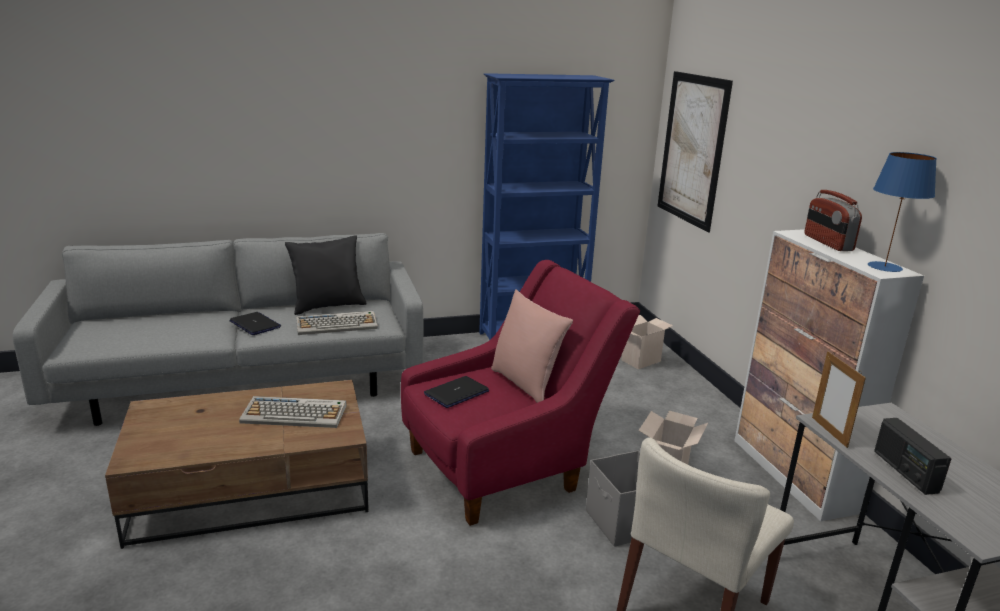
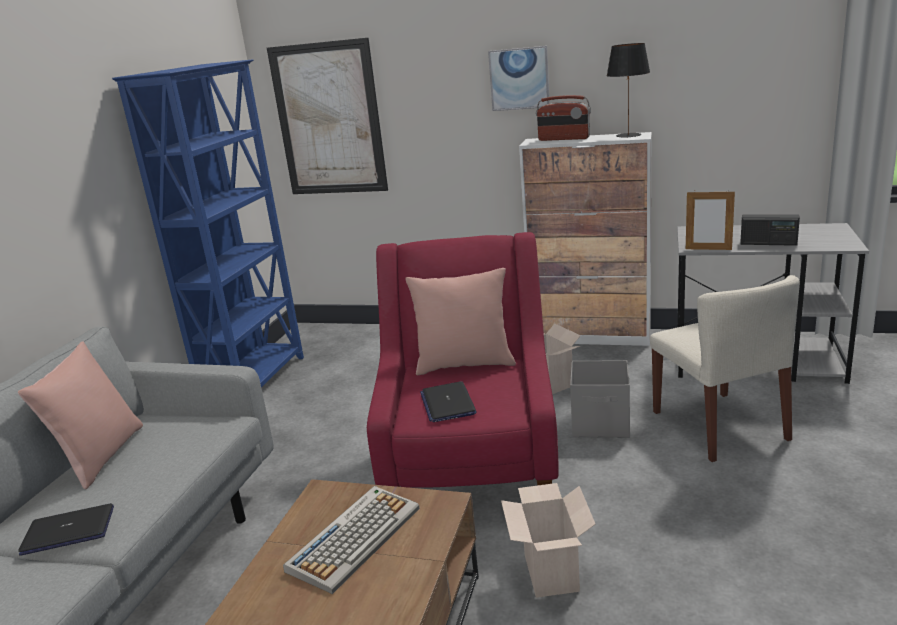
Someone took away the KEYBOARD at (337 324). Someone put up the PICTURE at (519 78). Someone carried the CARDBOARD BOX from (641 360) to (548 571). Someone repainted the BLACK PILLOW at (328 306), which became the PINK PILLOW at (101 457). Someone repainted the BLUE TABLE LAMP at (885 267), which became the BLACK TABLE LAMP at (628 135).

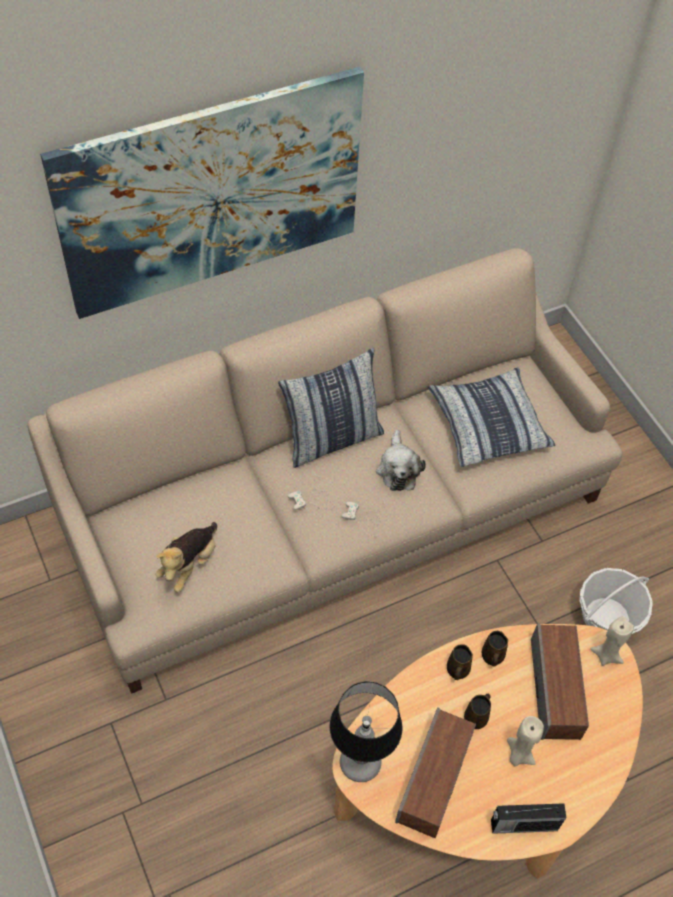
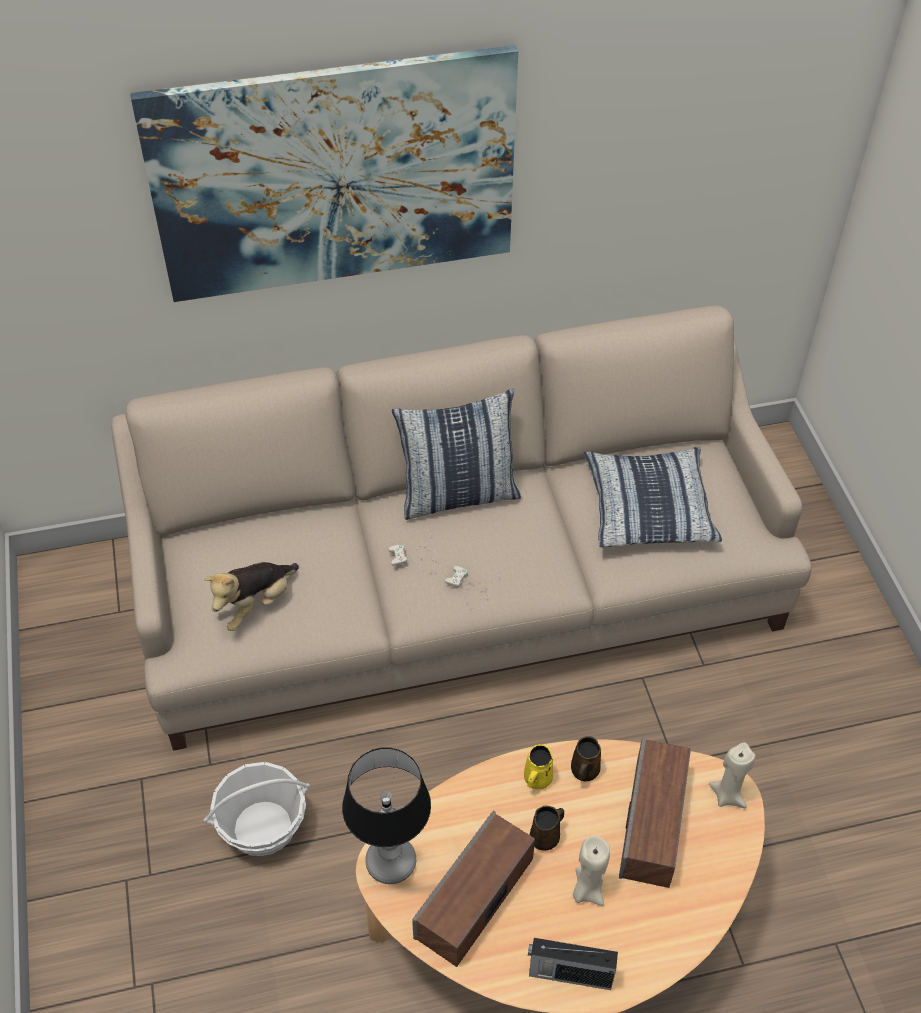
Someone took away the PLUSH TOY at (398 469). Someone carried the BASKET from (607 618) to (263 828). Someone repainted the BROWN MUG at (457 671), which became the YELLOW MUG at (537 779).

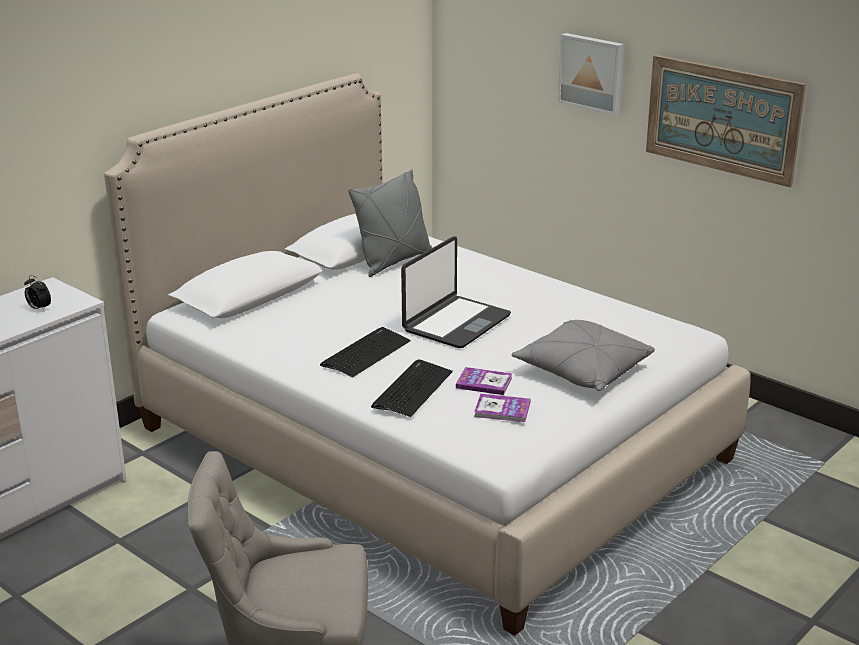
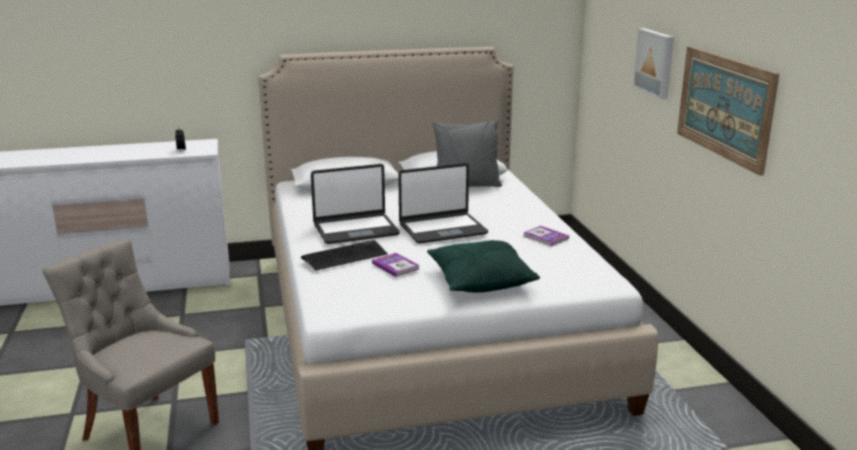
Someone carried the BOOK from (502 410) to (545 237). Someone swapped the KEYBOARD at (366 353) for the LAPTOP at (355 230). Someone repainted the GREY PILLOW at (582 371), which became the GREEN PILLOW at (480 280).

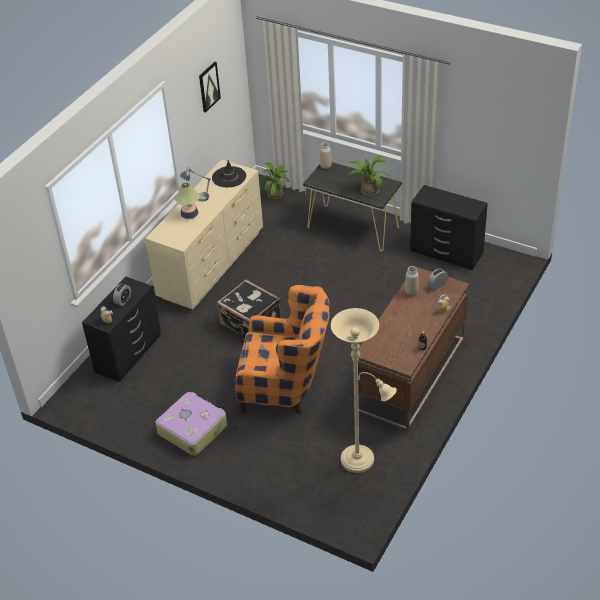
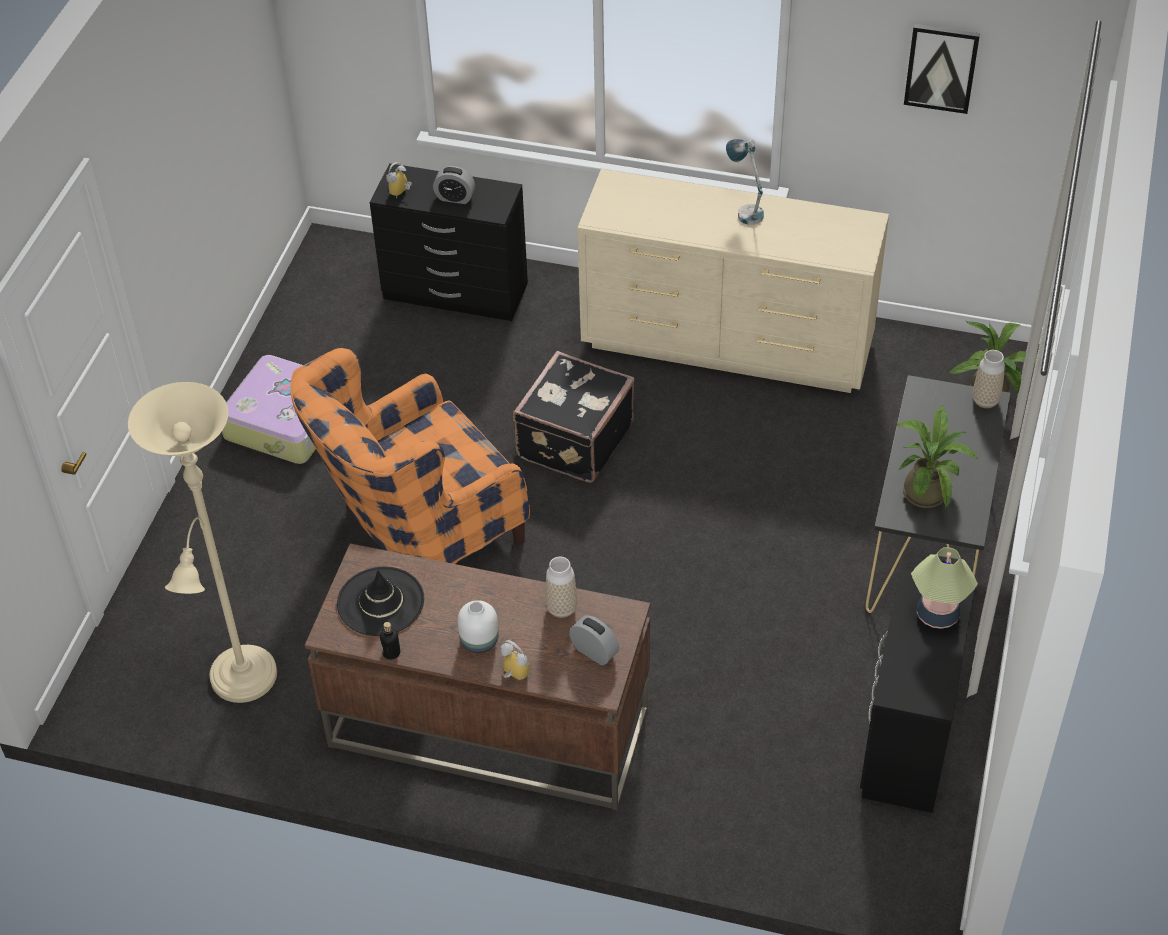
Someone put down the WHITE VASE at (480 642). Someone carried the TABLE LAMP from (189 215) to (937 613). Someone carried the BLACK HAT from (229 177) to (380 602). Someone rotated the ORANGE ARMCHAIR at (286 386) by 60 degrees clockwise.

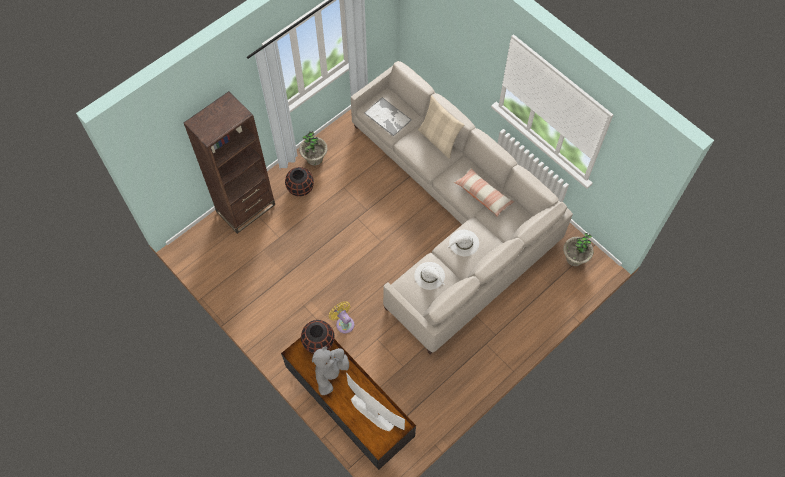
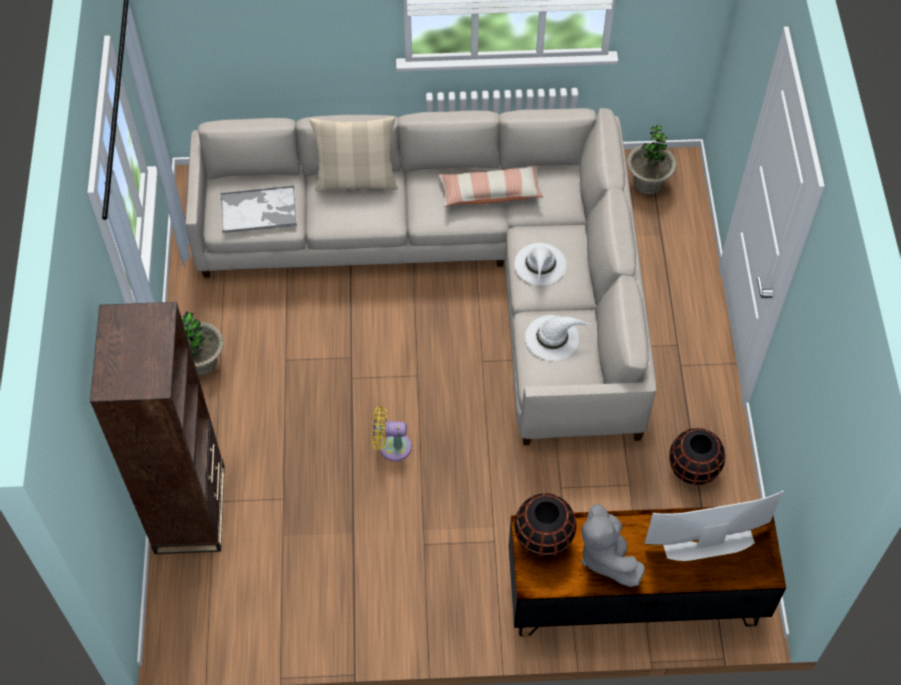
Someone carried the BLACK VASE from (300 188) to (693 468). Someone carried the YELLOW FAN from (344 323) to (391 446).

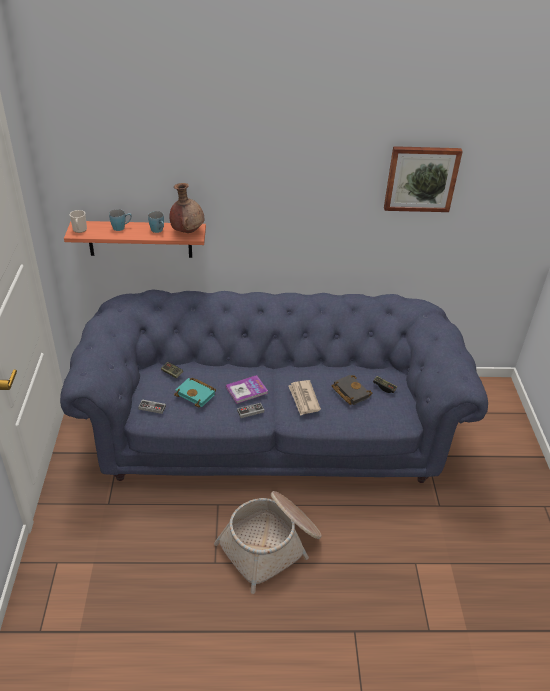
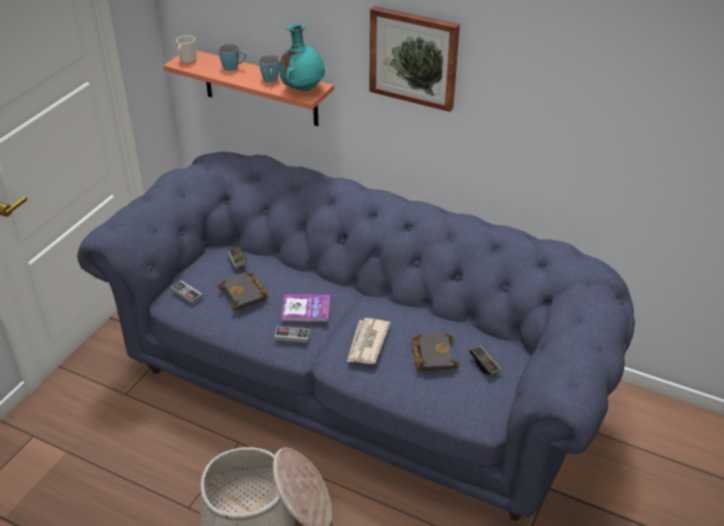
Someone carried the PICTURE from (421 178) to (414 57). Someone repainted the BROWN VASE at (187 231), which became the TURQUOISE VASE at (303 89). Someone repainted the TURQUOISE BOOK at (197 394), which became the BLACK BOOK at (245 294).

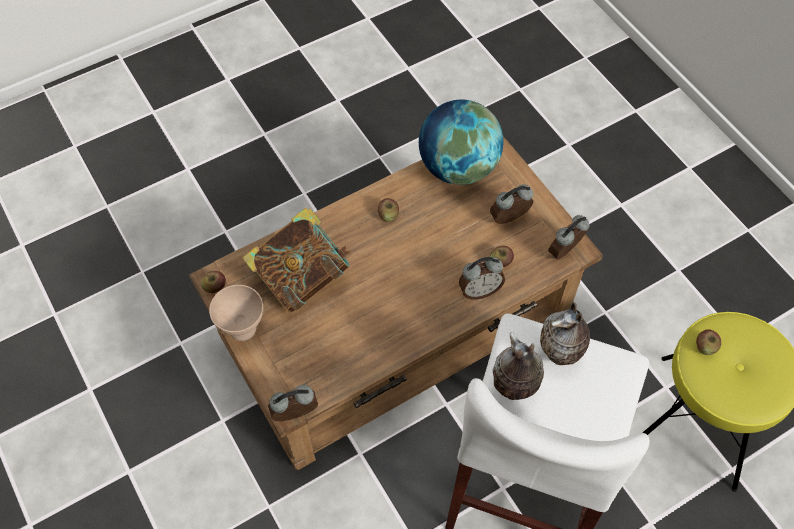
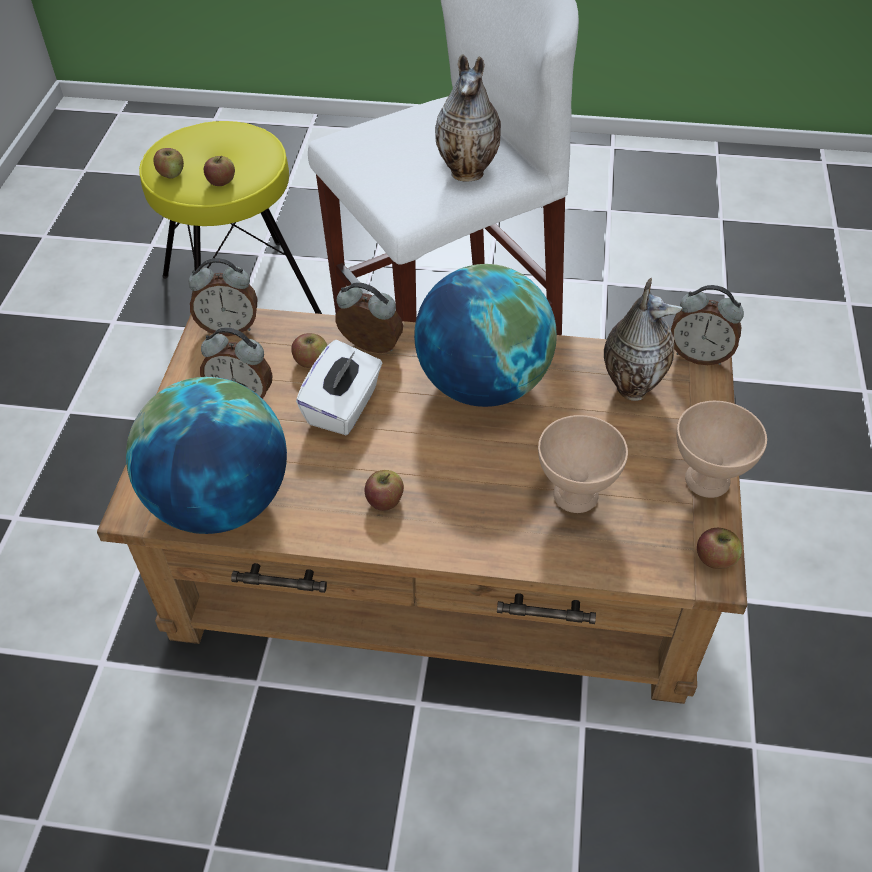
Someone put down the APPLE at (171 173). Someone put down the WHITE TISSUE BOX at (343 407). Someone put down the GLOBE at (483 384). Someone carried the VASE from (560 354) to (631 386). Someone swapped the BOOK at (301 276) for the BEIGE BOWL at (577 496).

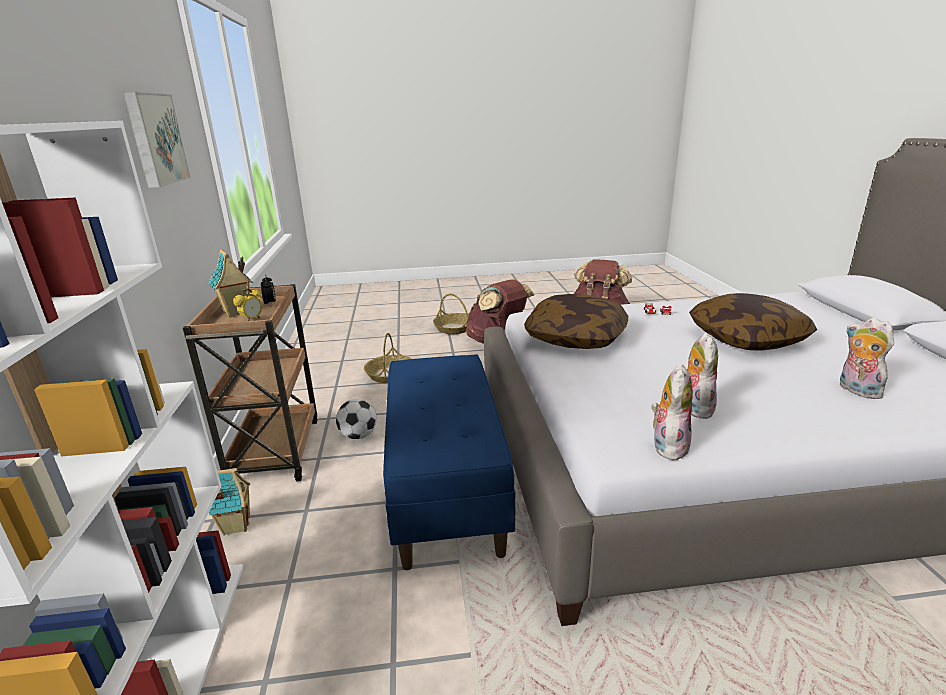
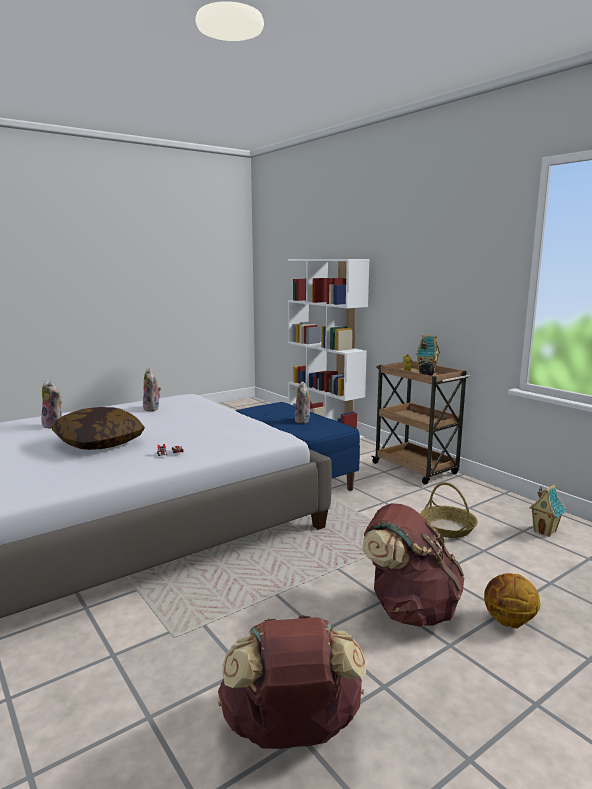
Someone took away the PICTURE at (154 139). Someone took away the FOOTBALL at (358 436). Someone took away the PILLOW at (576 337). Someone carried the TOY HOUSE from (235 526) to (545 531). Someone carried the PLUSH TOY from (668 445) to (303 421). Someone swapped the BASKET at (454 328) for the BASKETBALL at (508 621).

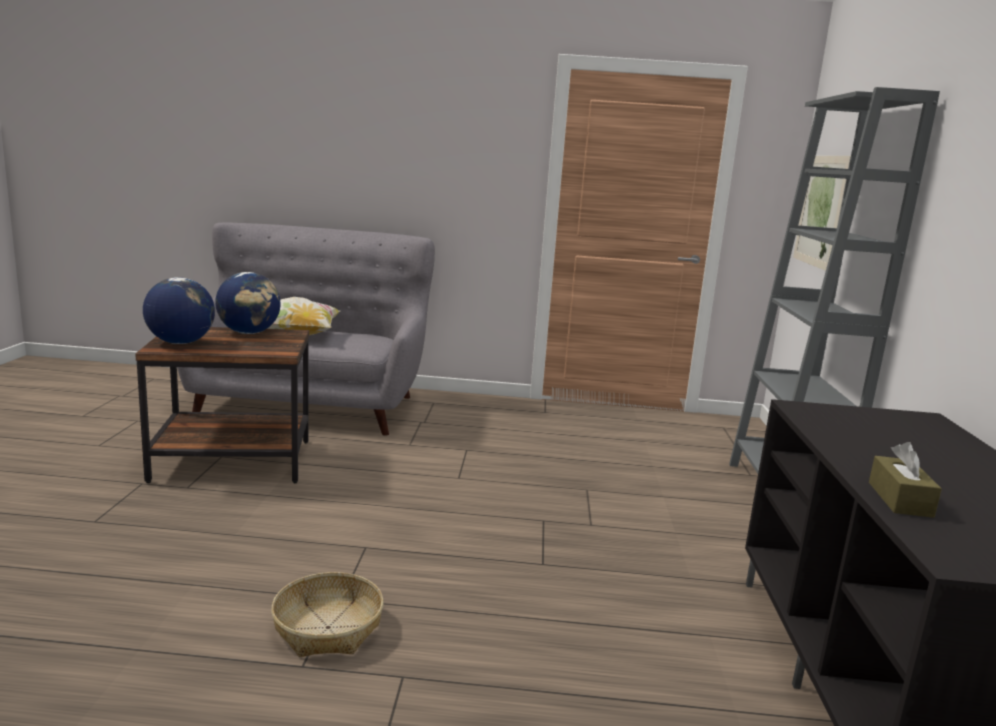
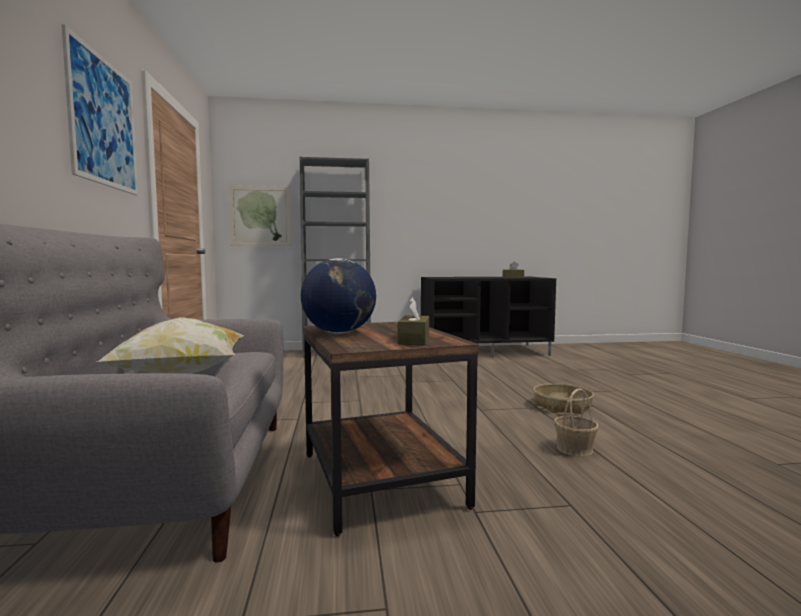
Someone put up the PICTURE at (103 122). Someone put down the BASKET at (574 449). Someone swapped the GLOBE at (180 342) for the BROWN TISSUE BOX at (414 340).

